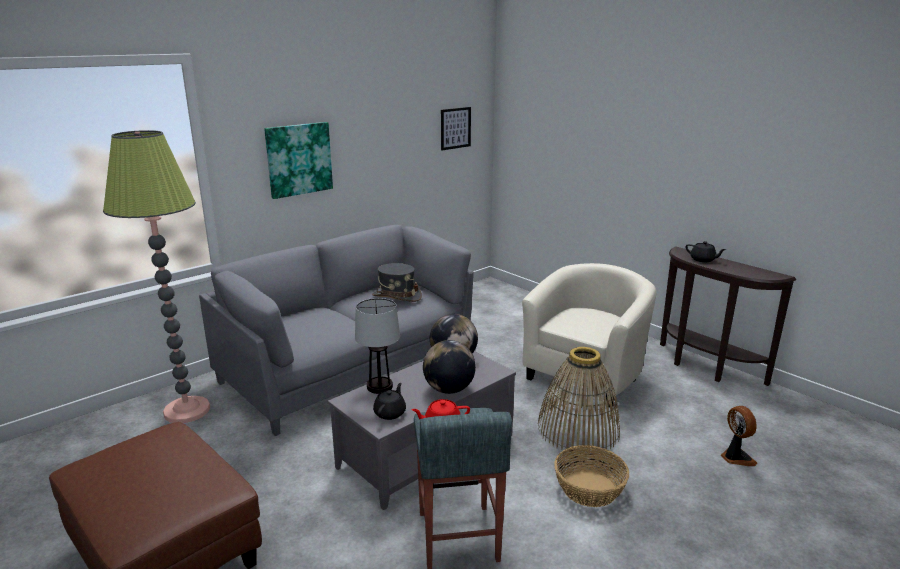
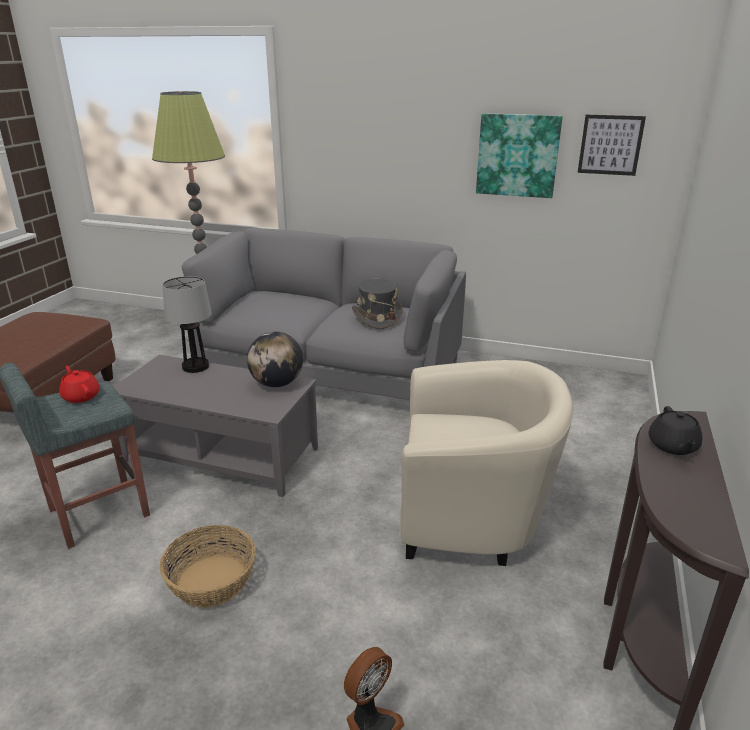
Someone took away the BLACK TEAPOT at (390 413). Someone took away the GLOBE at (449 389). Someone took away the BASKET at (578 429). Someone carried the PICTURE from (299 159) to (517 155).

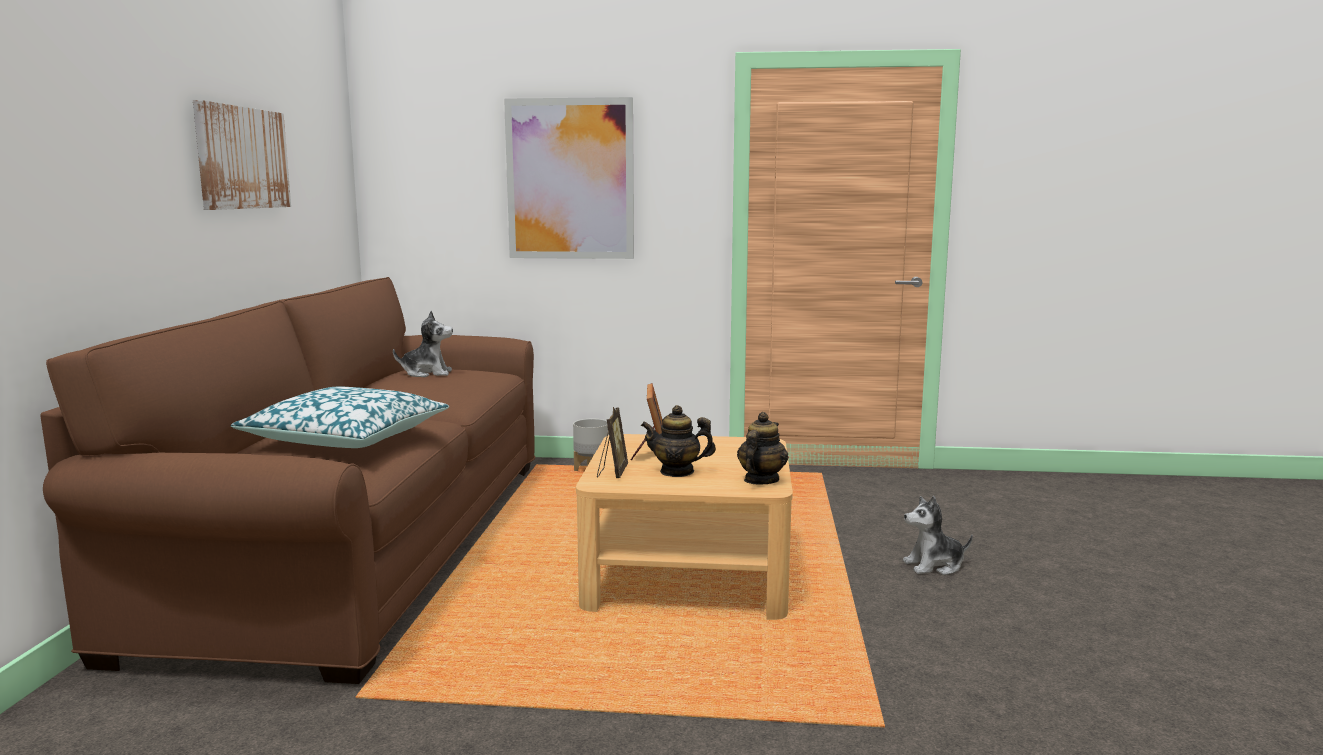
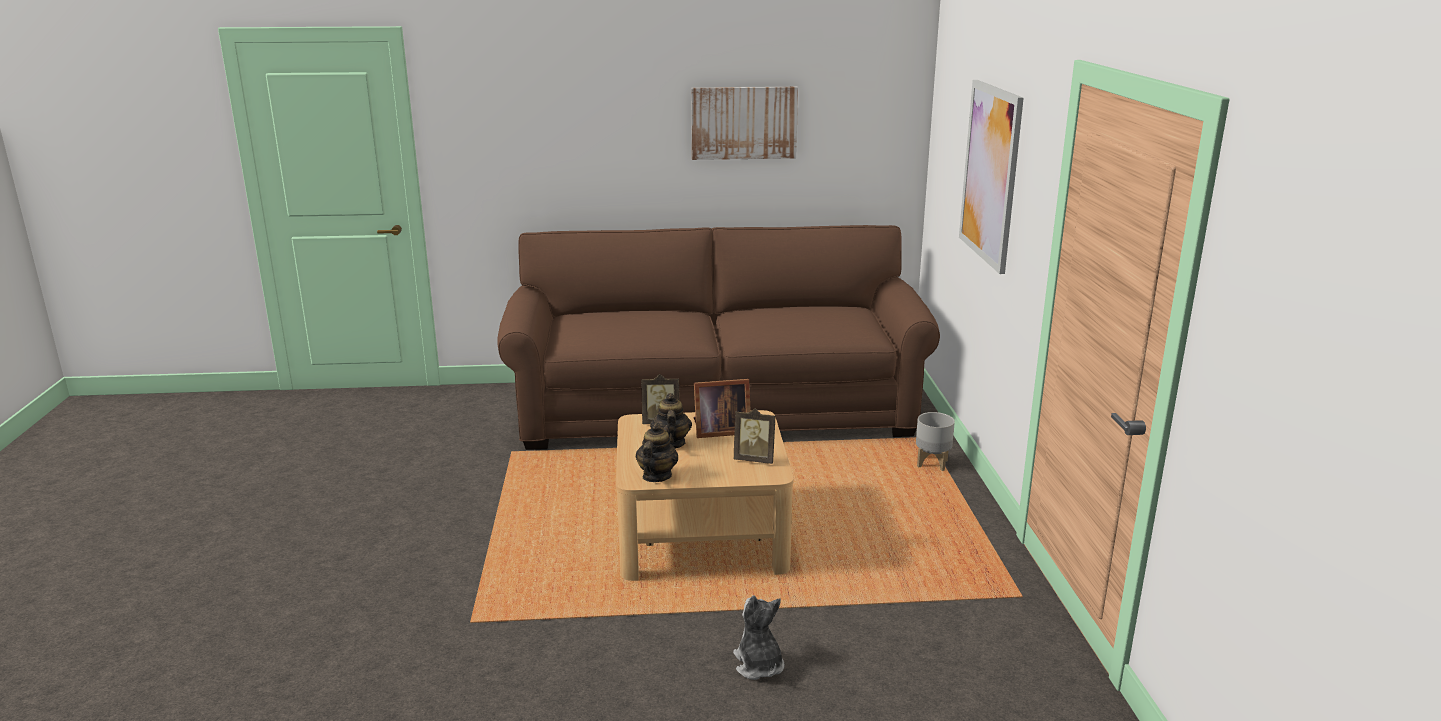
Someone took away the PILLOW at (346 438). Someone took away the PLUSH TOY at (427 373). Someone put down the PICTURE FRAME at (755 459). Someone rotated the TEAPOT at (761 480) by 90 degrees counterclockwise.

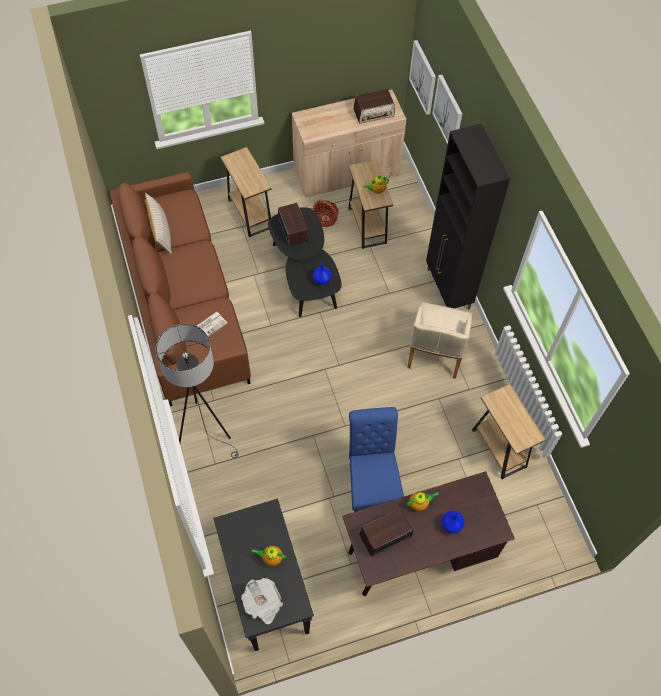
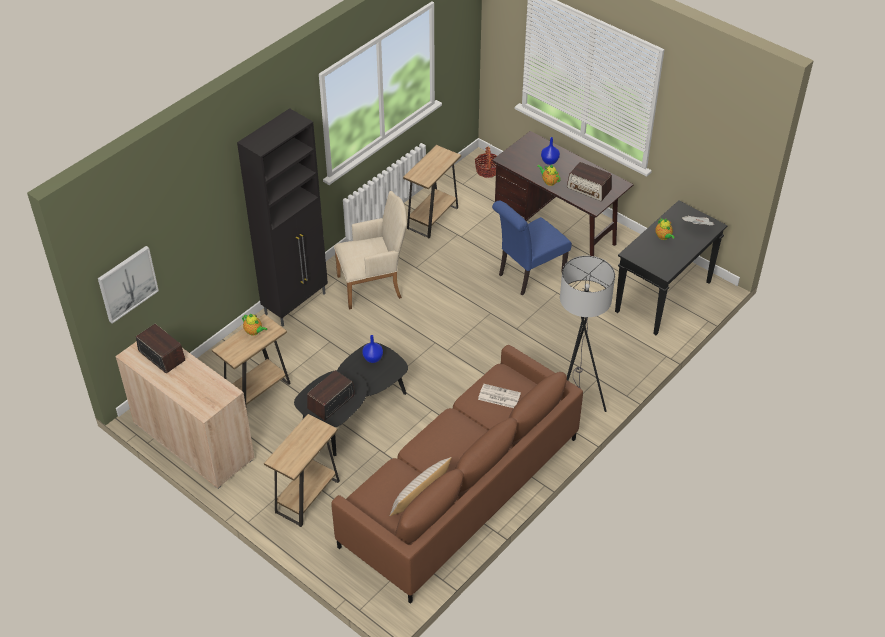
Someone took away the PICTURE at (448 113). Someone carried the BASKET from (325 218) to (487 170).

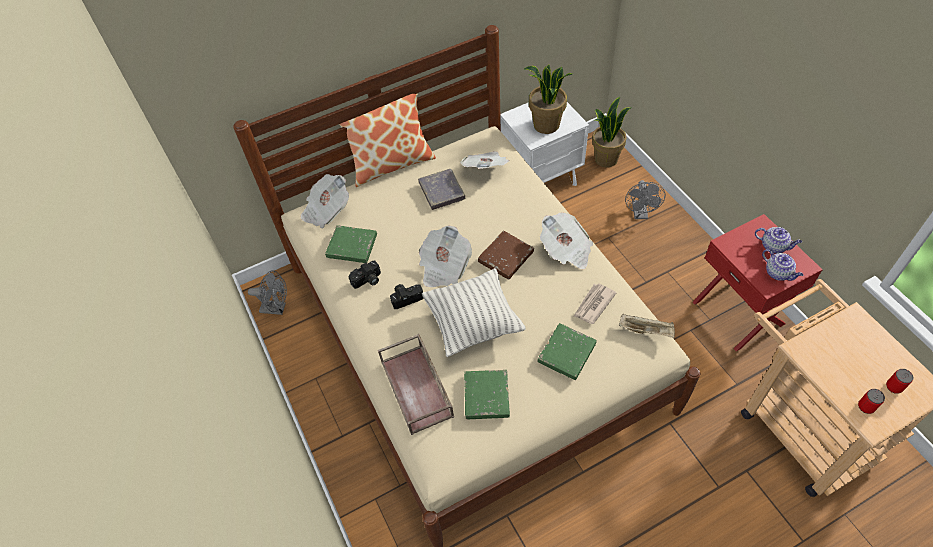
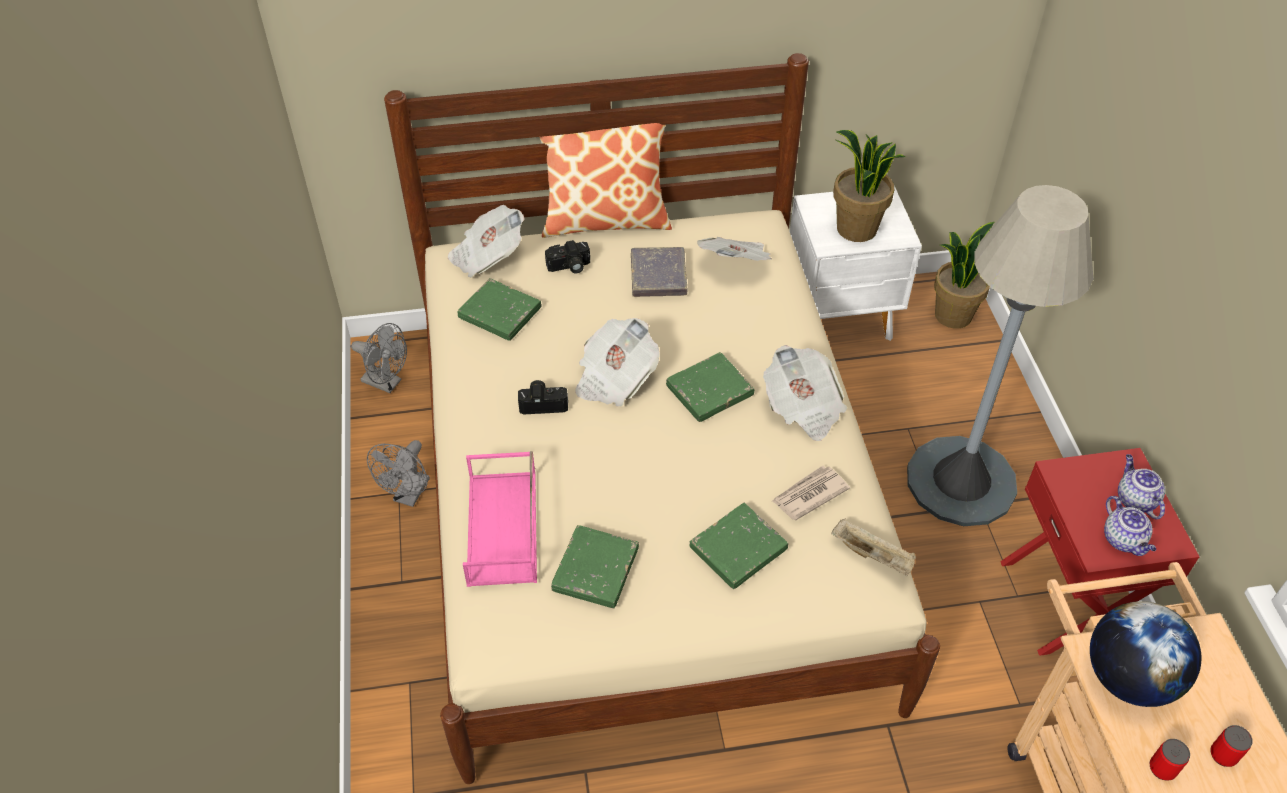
Someone took away the PILLOW at (473 323). Someone put down the GREY FLOOR LAMP at (960 481). Someone put down the GLOBE at (1128 678). Someone carried the PHOTO CAMERA from (367 281) to (569 267). Someone carried the GREY FAN from (640 214) to (409 495). Someone repainted the BROWN TRAY at (418 389), which became the PINK TRAY at (504 529). Someone repainted the BROWN BOOK at (506 257), which became the GREEN BOOK at (709 391). Someone rotated the TEAPOT at (774 246) by 150 degrees counterclockwise.

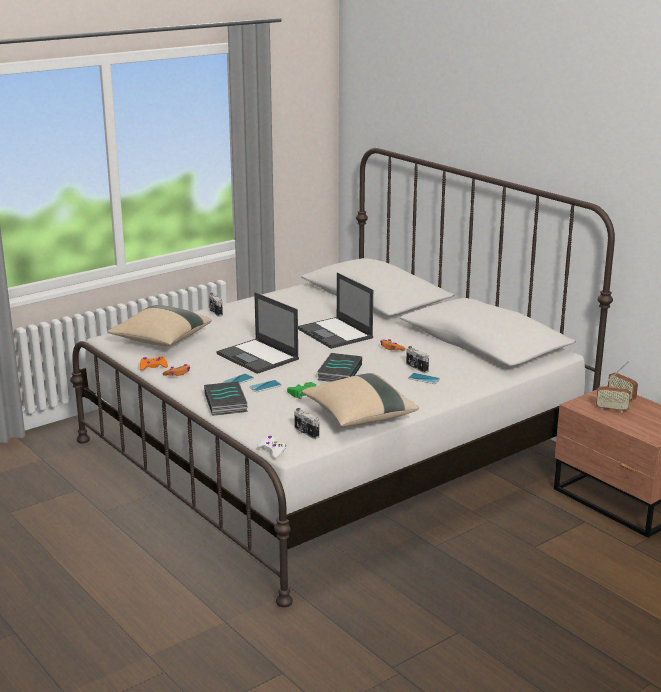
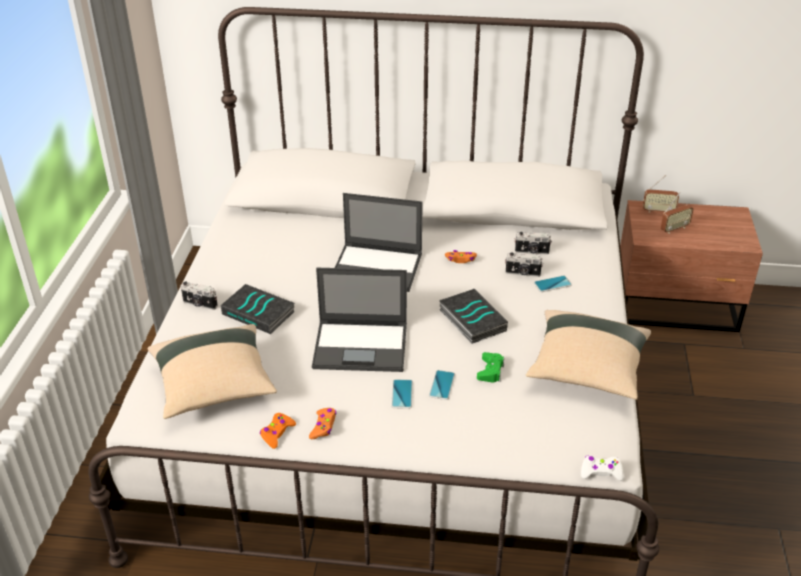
Someone carried the BOOK from (227 403) to (259 313). Someone carried the PHOTO CAMERA from (305 432) to (532 252).

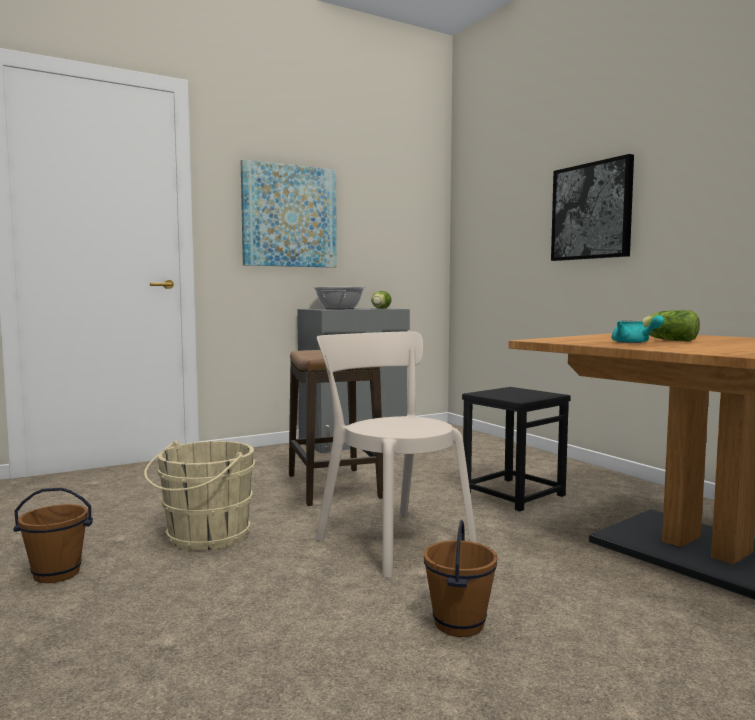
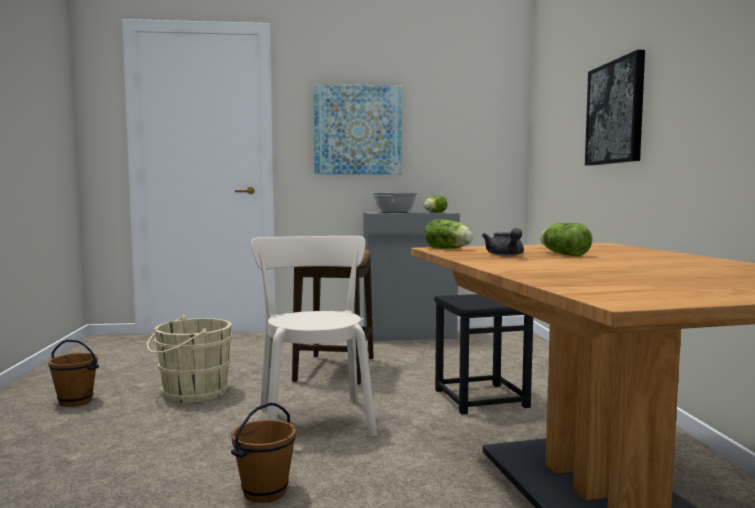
Someone put down the LETTUCE at (449 249). Someone repainted the TURQUOISE TEAPOT at (634 342), which became the GREY TEAPOT at (506 255).

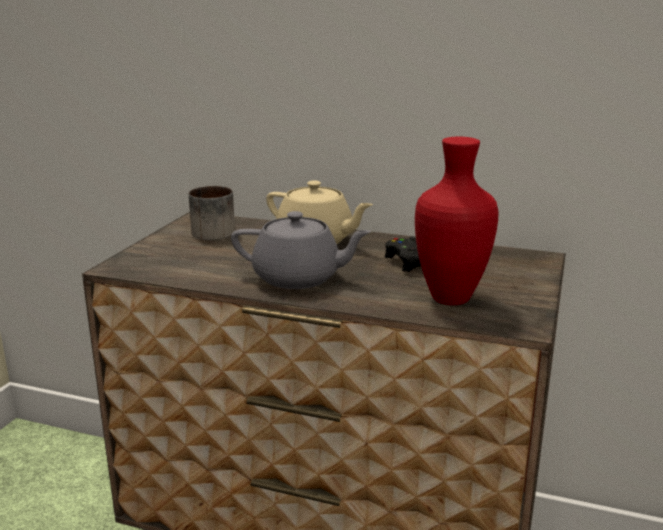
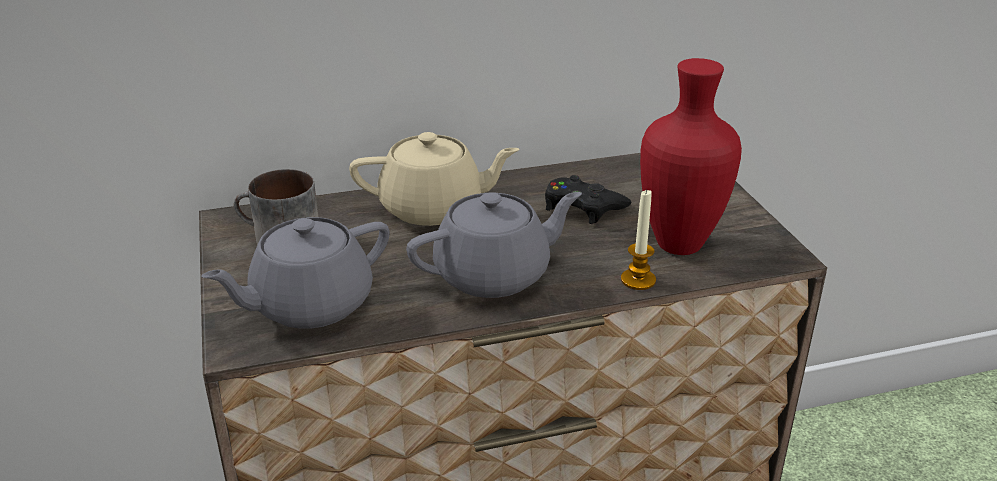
Someone put down the GREY TEAPOT at (309 305). Someone put down the CANDLE at (638 280).

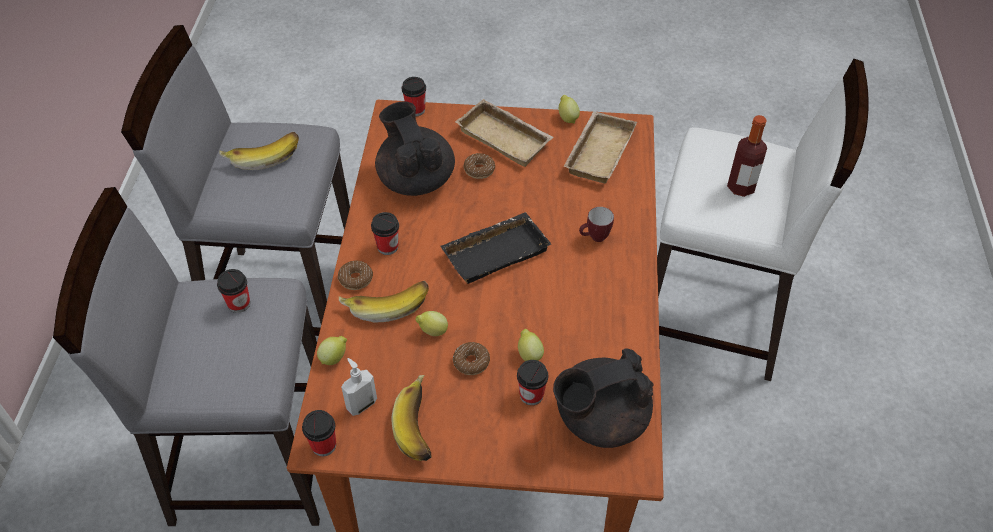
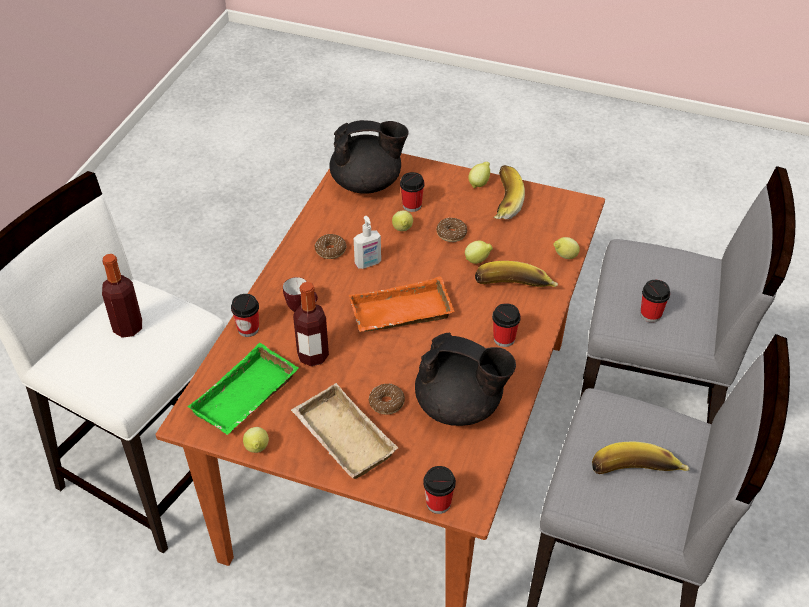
Someone put down the BOTTLE at (313 356). Someone put down the LEMON at (479 183). Someone carried the CUP from (324 445) to (248 329). Someone carried the DONUT from (356 279) to (330 250). Someone carried the SOAP DISPENSER from (361 404) to (368 264). Someone repainted the BLACK TRAY at (495 251), which became the ORANGE TRAY at (400 314). Someone repainted the BEIGE TRAY at (598 151), which became the GREEN TRAY at (246 398). Someone rotated the BLACK TEAPOT at (415 179) by 60 degrees counterclockwise.

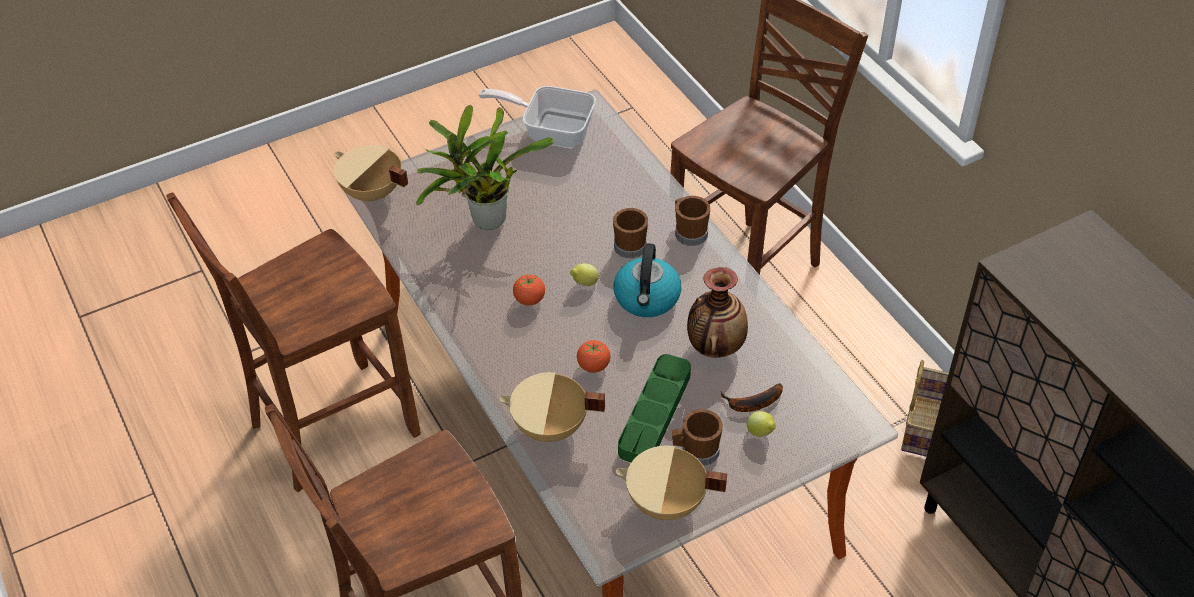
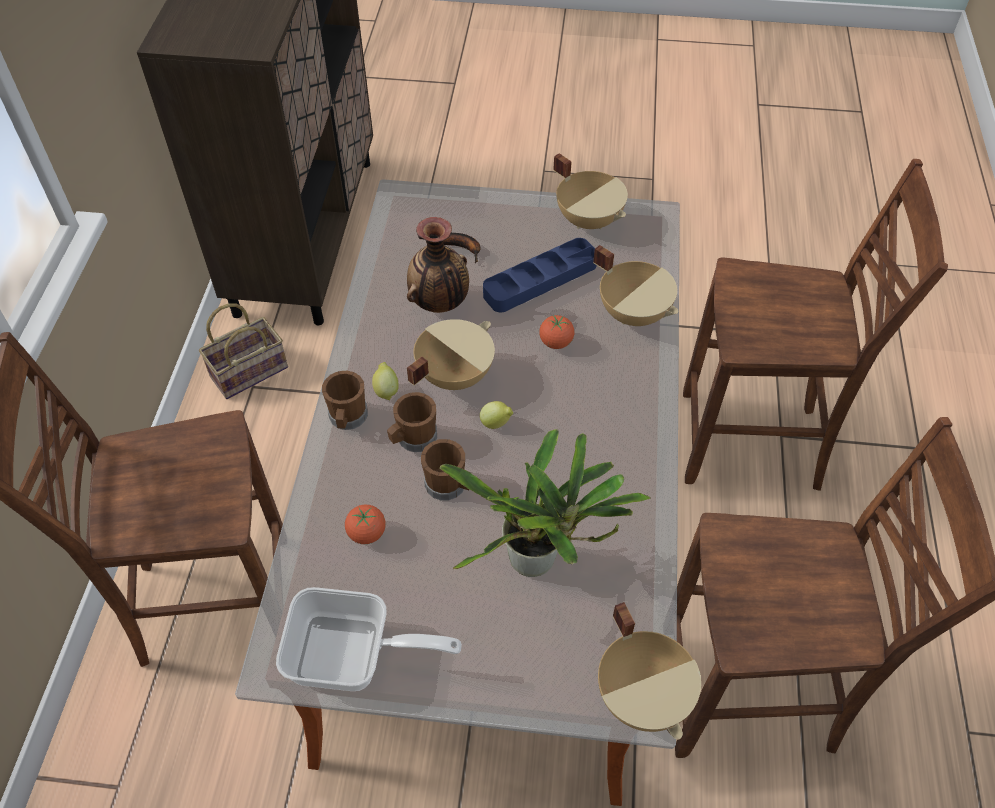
Someone carried the TOMATO from (529 300) to (367 533). Someone carried the BROWN MUG from (696 451) to (449 486). Someone carried the LEMON from (760 433) to (386 390). Someone swapped the KETTLE at (647 298) for the BEIGE COOKING POT at (453 375). Someone repainted the GREEN TRAY at (654 413), which became the BLUE TRAY at (540 280). Someone rotated the FRYING PAN at (550 129) by 45 degrees counterclockwise.

